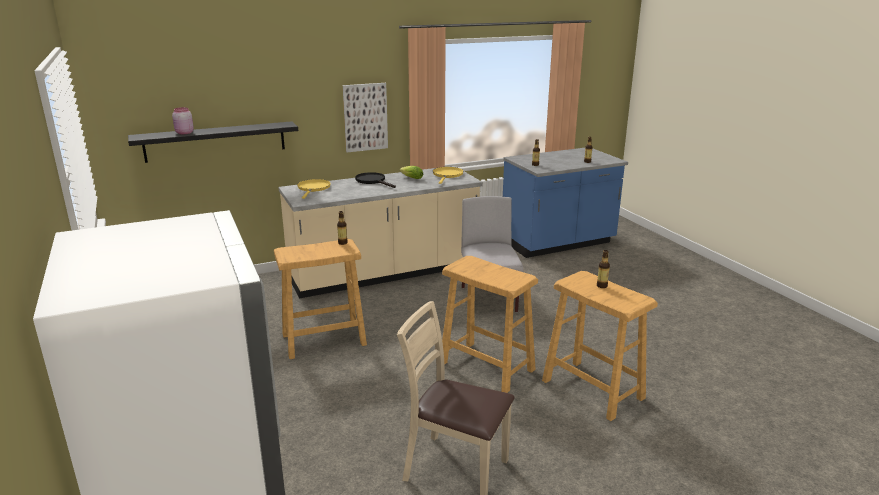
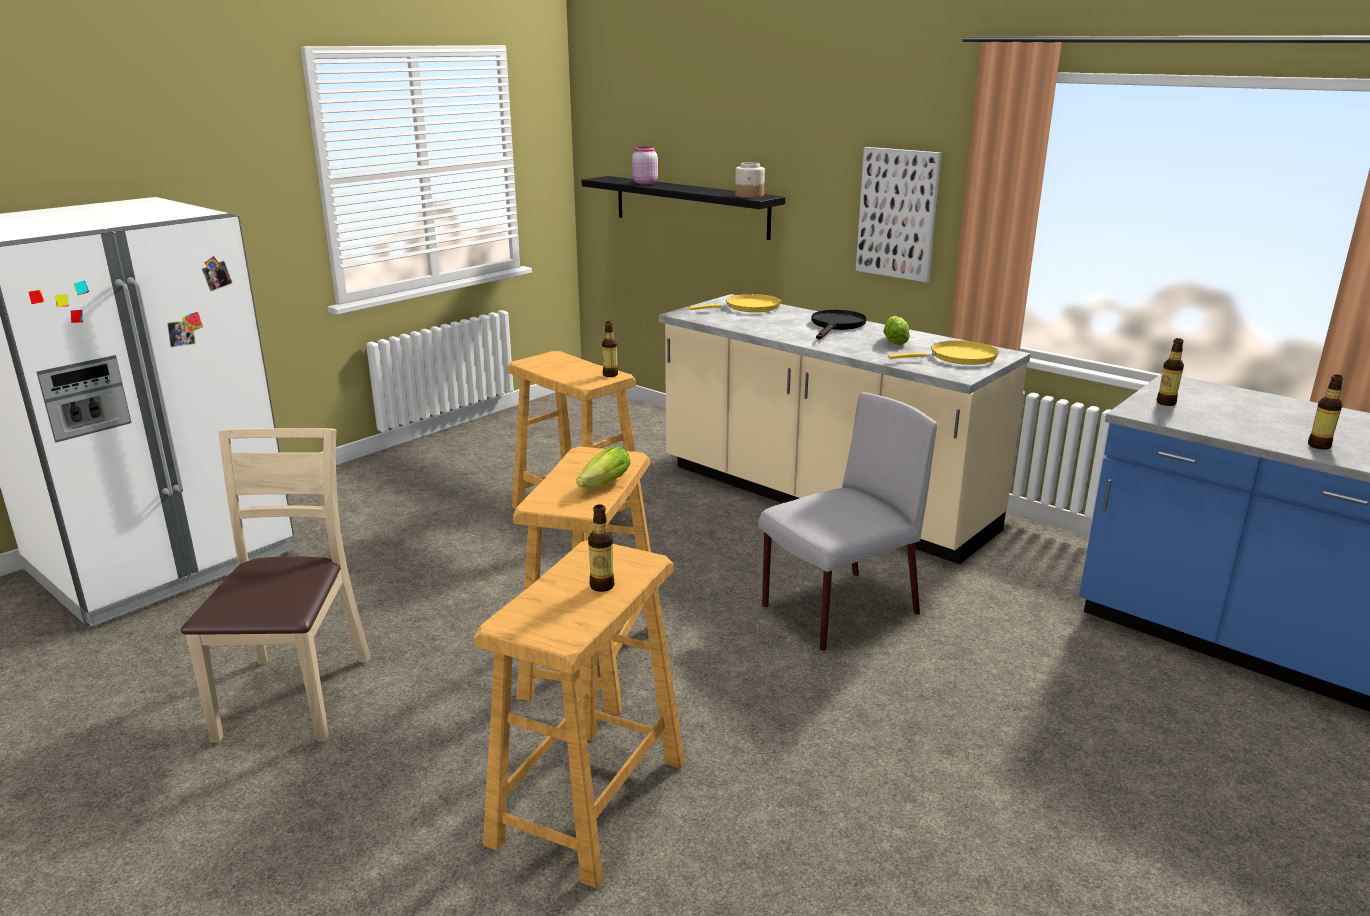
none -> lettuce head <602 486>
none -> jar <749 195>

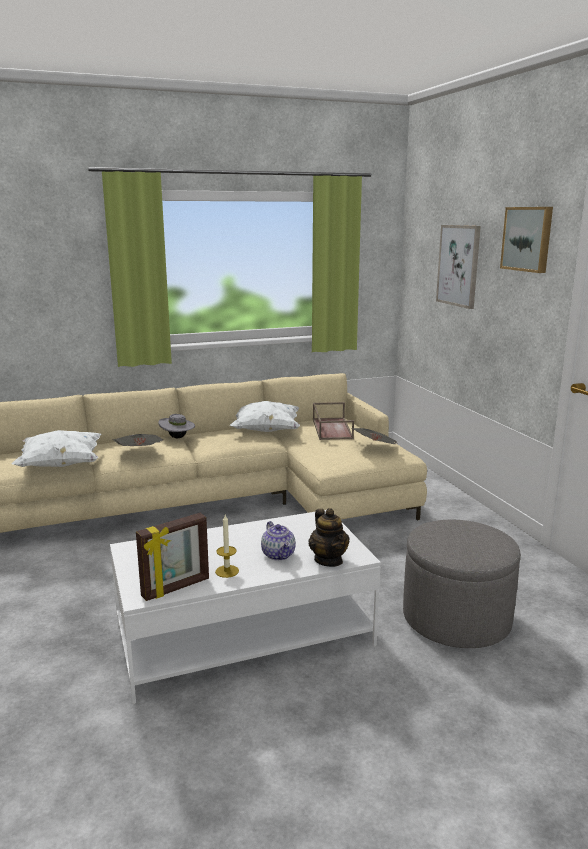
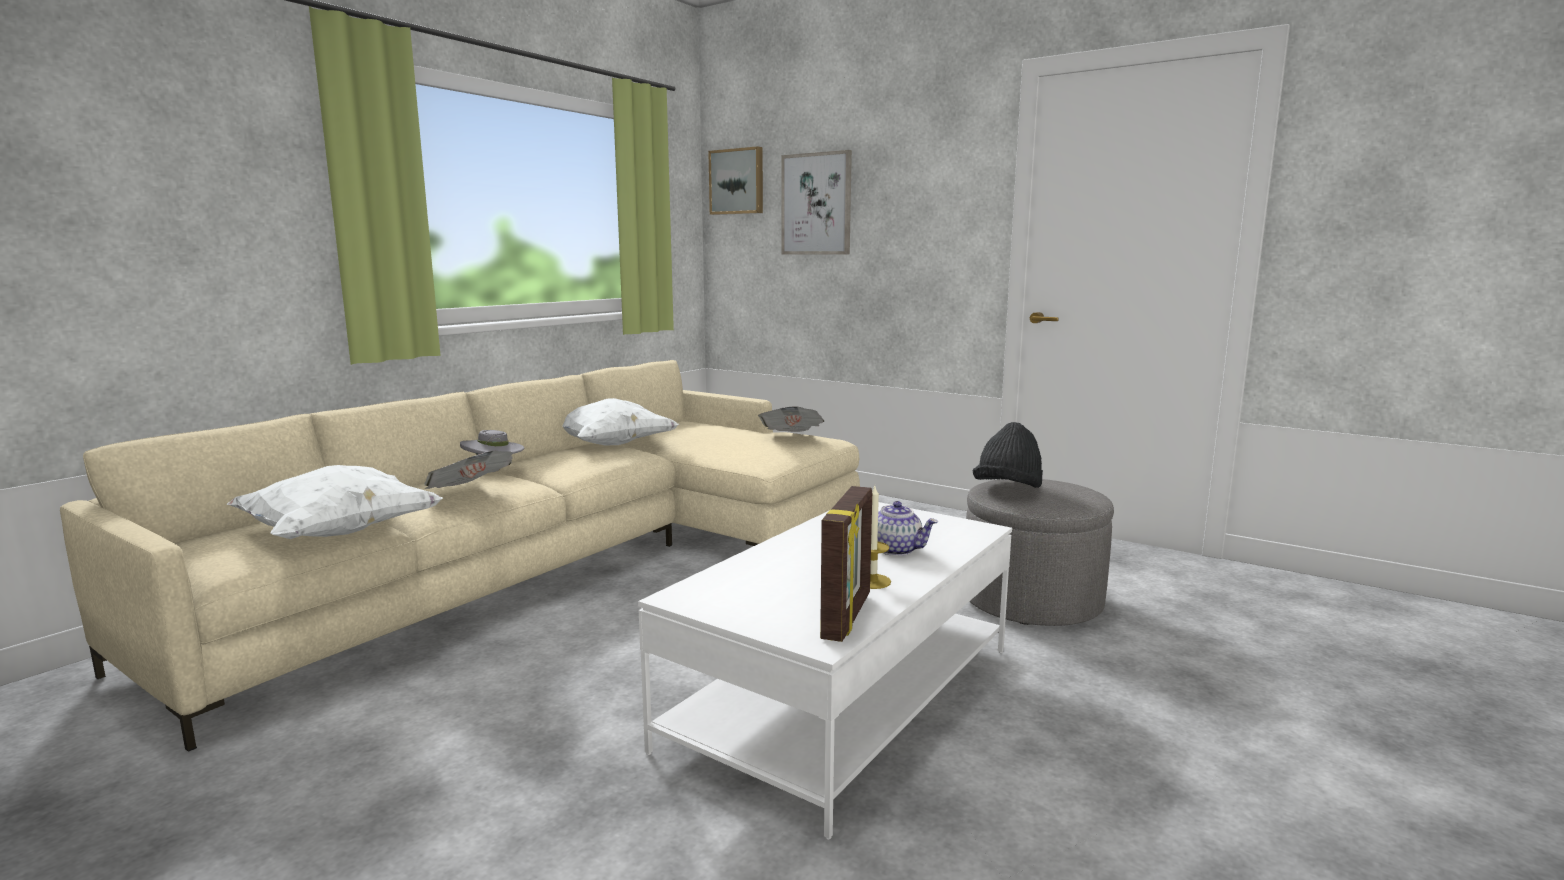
teapot <328 560> -> none
carrying tray (brown) <331 428> -> none
none -> hat (black-coloured) <1008 490>
picture <528 239> -> picture <737 182>, relocated

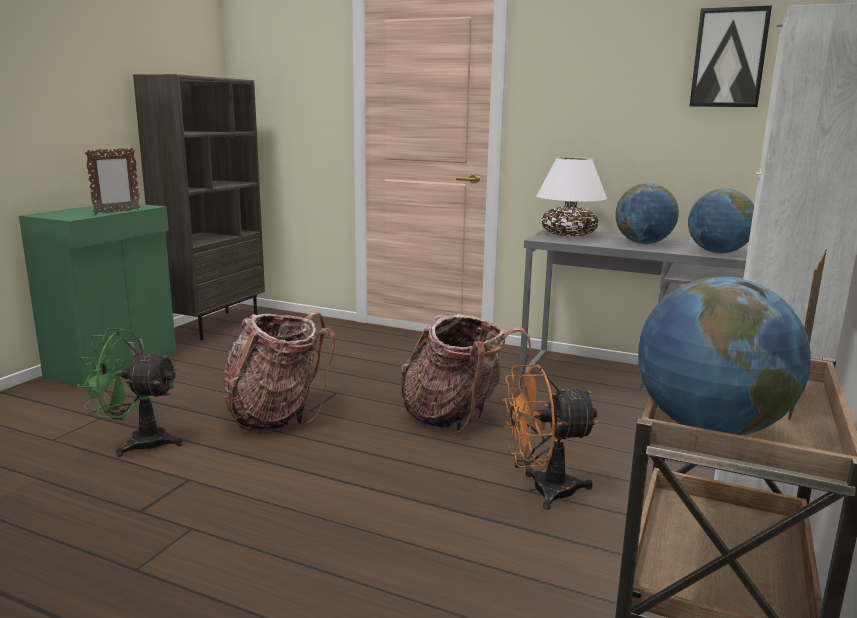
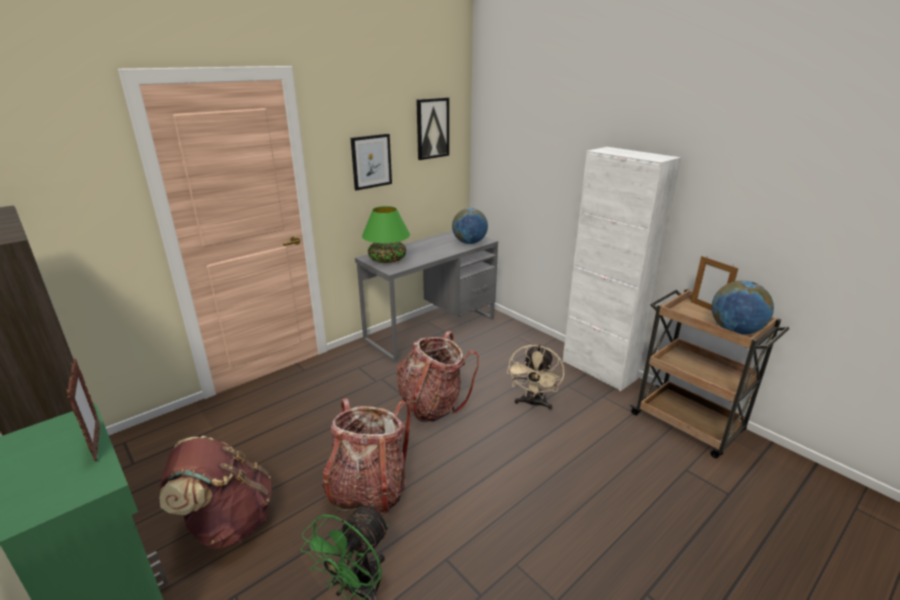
globe <643 243> -> none
none -> backpack (brown) <228 522>
none -> picture <371 161>
fan (orange) <542 490> -> fan (beige) <533 404>
table lamp (white-coloured) <568 234> -> table lamp (greenish) <387 259>

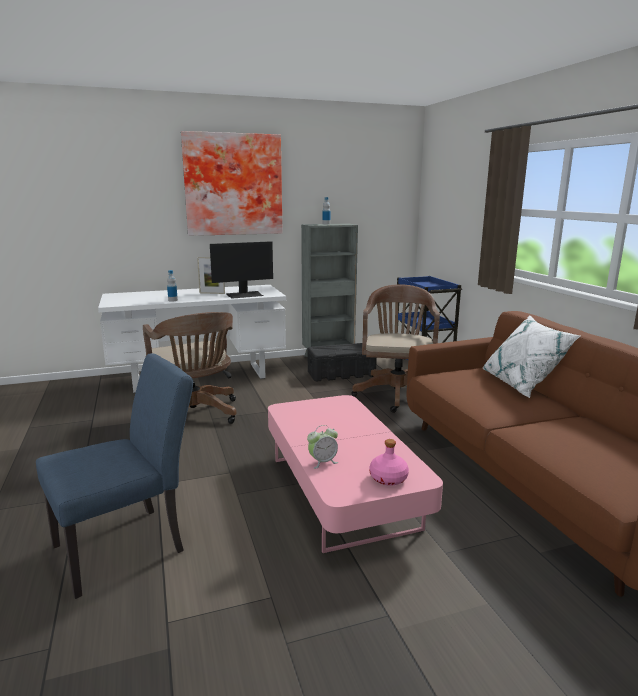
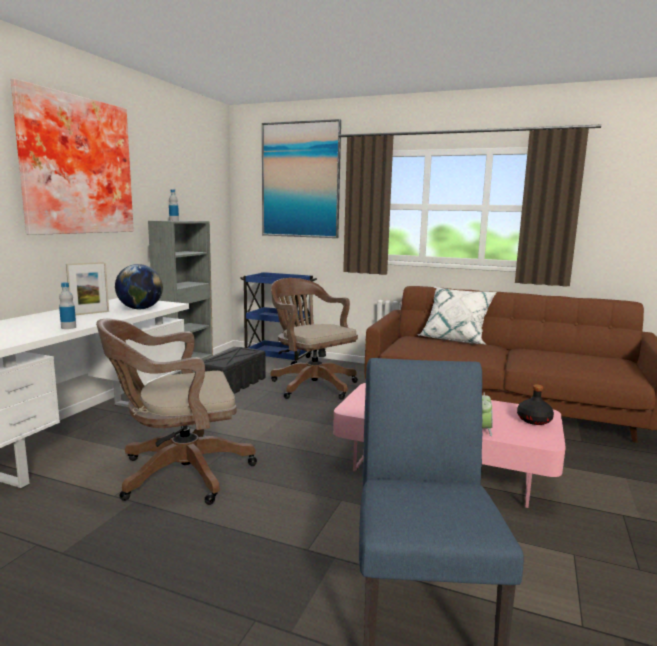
none -> picture <300 180>
computer display <245 295> -> globe <140 309>
beverage bottle (pink-coloured) <388 478> -> beverage bottle (black-coloured) <534 420>
desk chair (brown) <195 415> -> desk chair (brown) <178 474>, 150 degrees clockwise

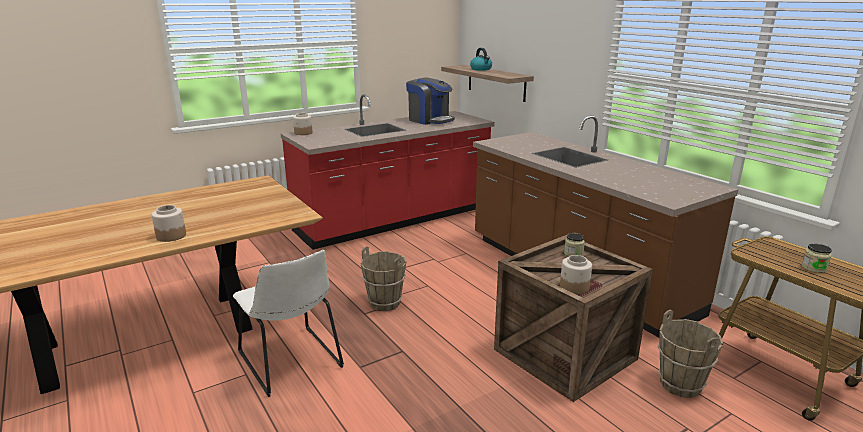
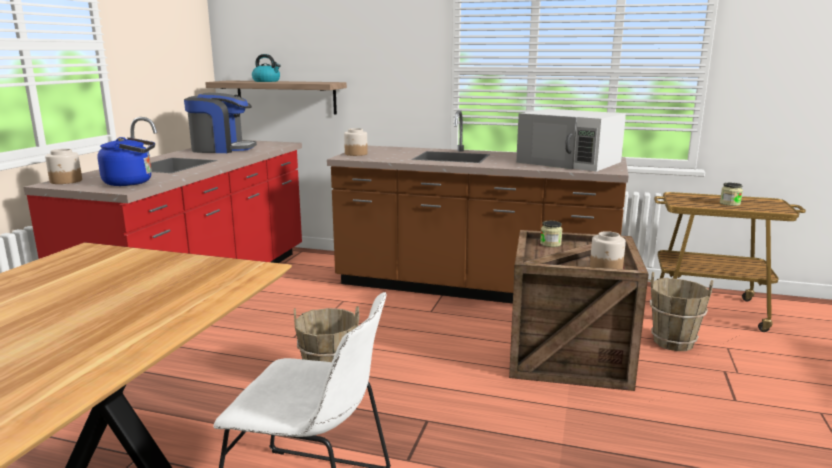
none -> tea kettle (blue) <131 183>
none -> microwave (white-coloured) <569 162>
jar <171 236> -> jar <355 154>, relocated

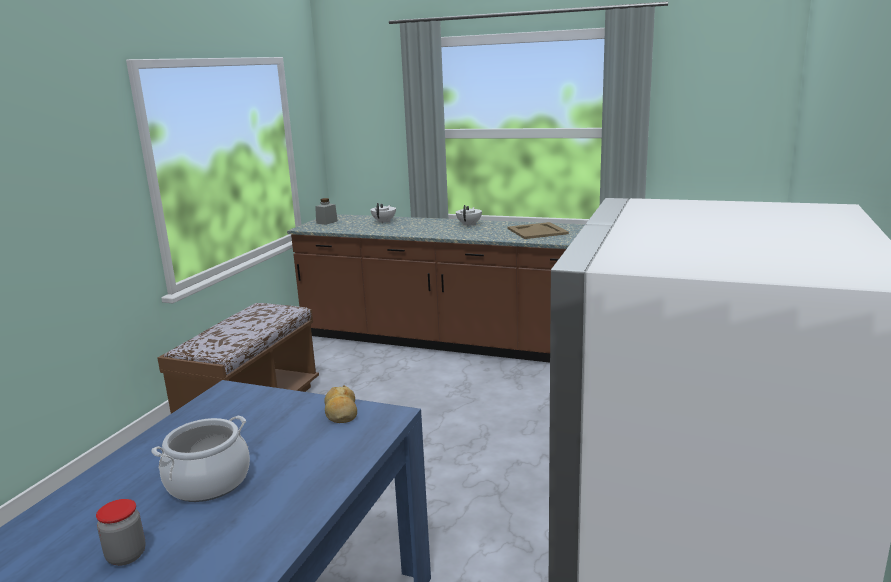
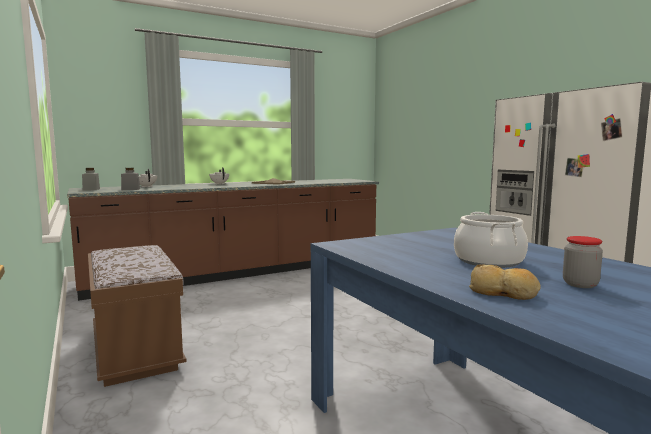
none -> jar (greyish) <130 189>
baked bread <341 412> -> baked bread <503 293>, relocated

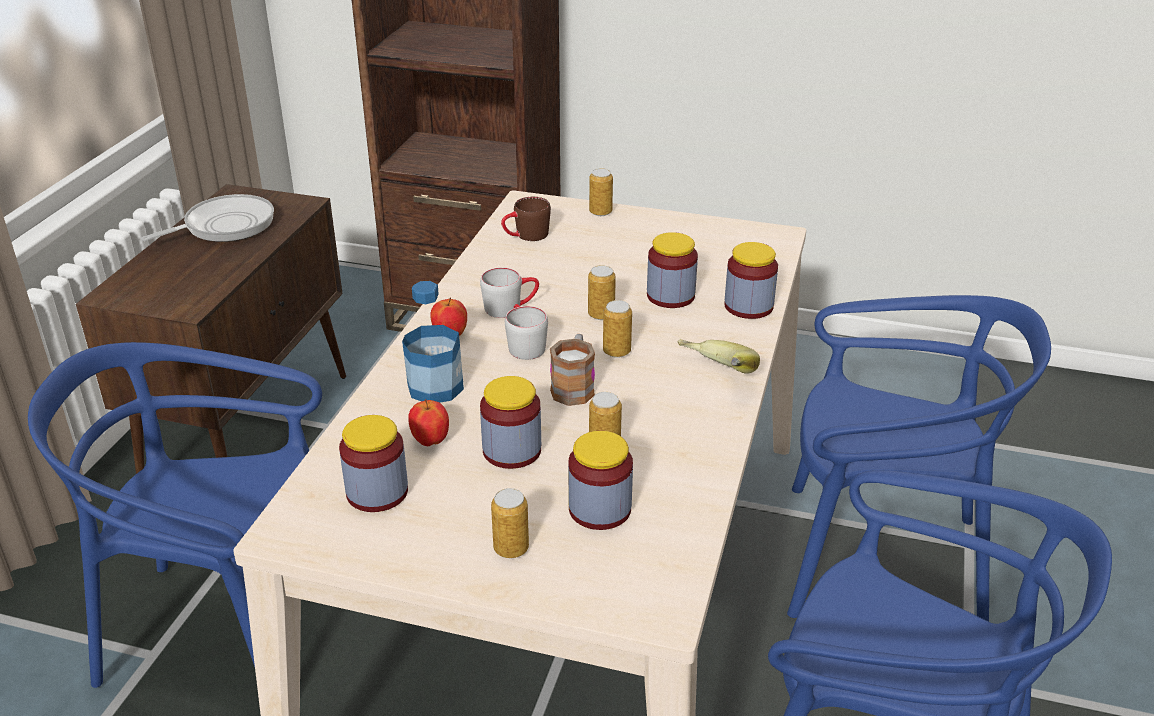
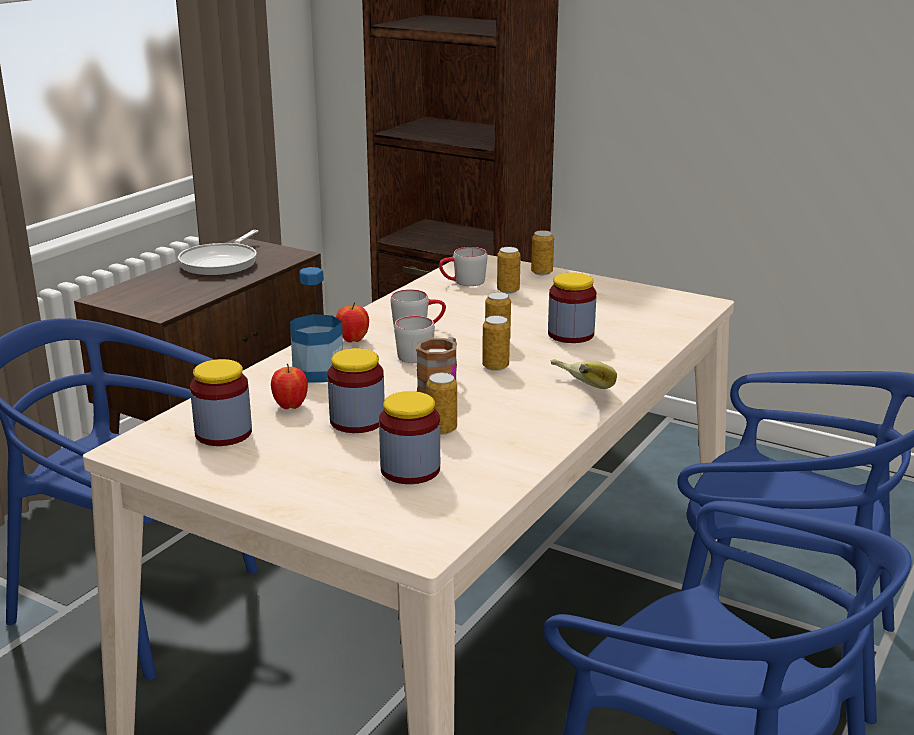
jar <748 306> -> none
can <511 548> -> can <508 290>, relocated
mug (brown) <525 236> -> mug (greyish) <463 282>
skillet <224 226> -> skillet <221 263>, 135 degrees clockwise

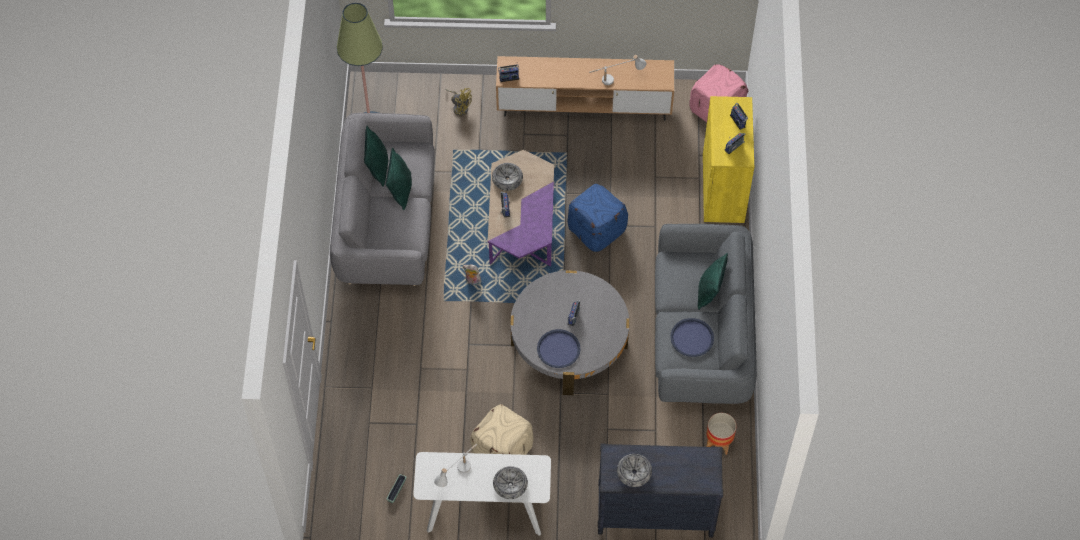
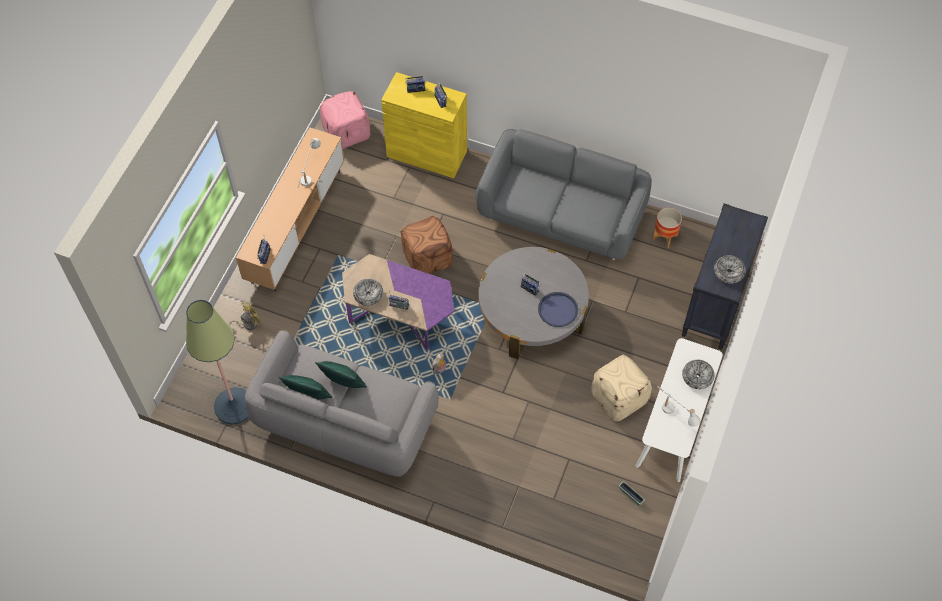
carrying tray (blue) <692 338> -> none
cushion (greenish) <709 291> -> none
pouffe (blue) <596 229> -> pouffe (brown) <426 257>

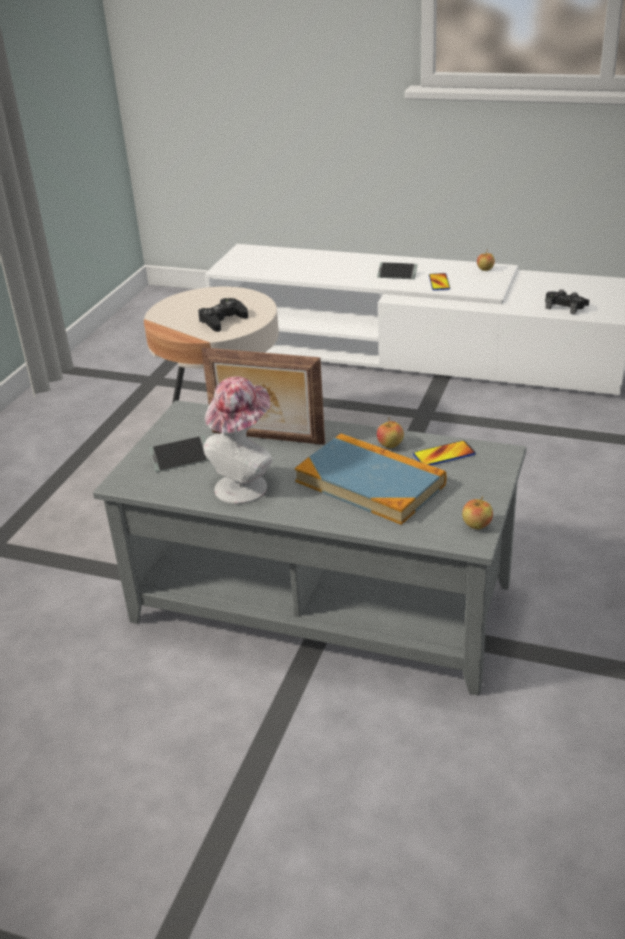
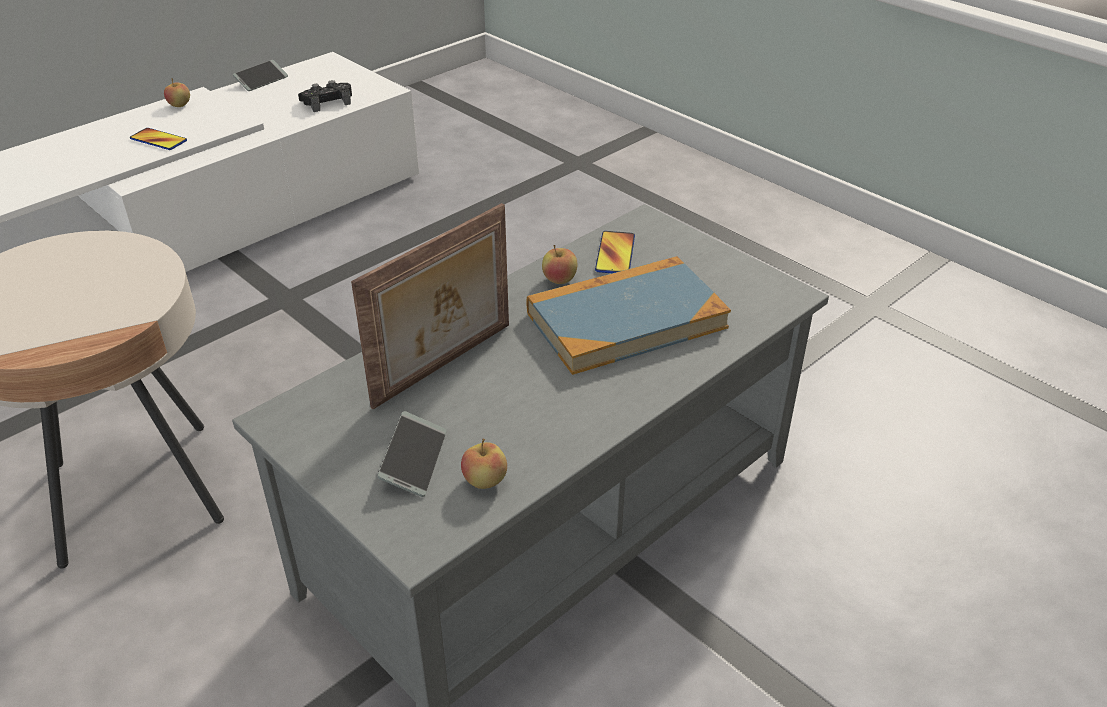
game controller (black-coloured) <222 320> -> none
hat <245 484> -> none
telephone <397 275> -> telephone <261 81>, relocated
apple fruit <476 525> -> apple fruit <484 481>, relocated

